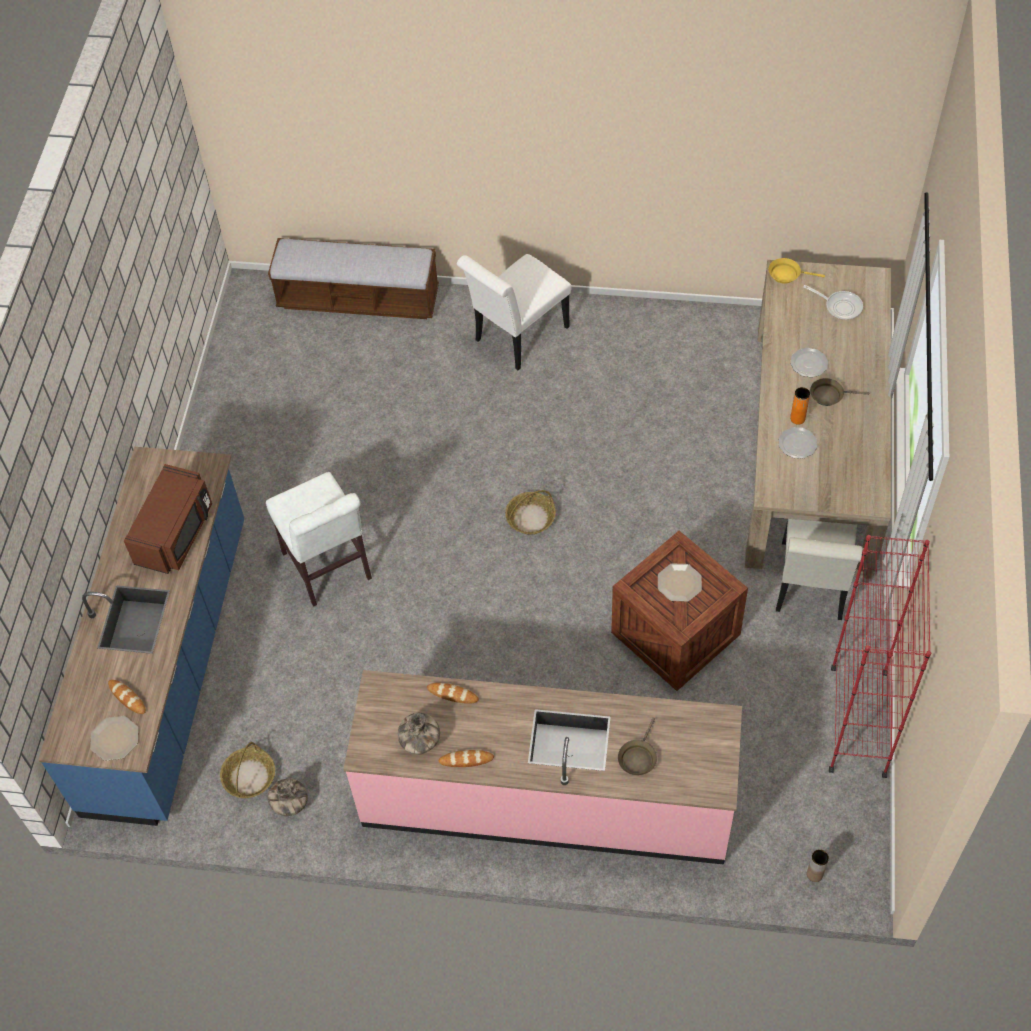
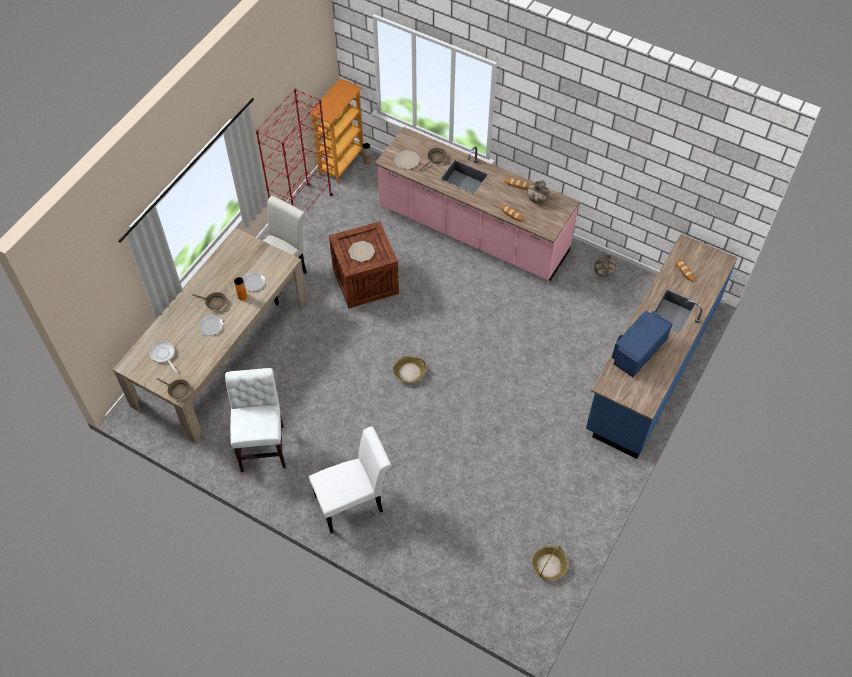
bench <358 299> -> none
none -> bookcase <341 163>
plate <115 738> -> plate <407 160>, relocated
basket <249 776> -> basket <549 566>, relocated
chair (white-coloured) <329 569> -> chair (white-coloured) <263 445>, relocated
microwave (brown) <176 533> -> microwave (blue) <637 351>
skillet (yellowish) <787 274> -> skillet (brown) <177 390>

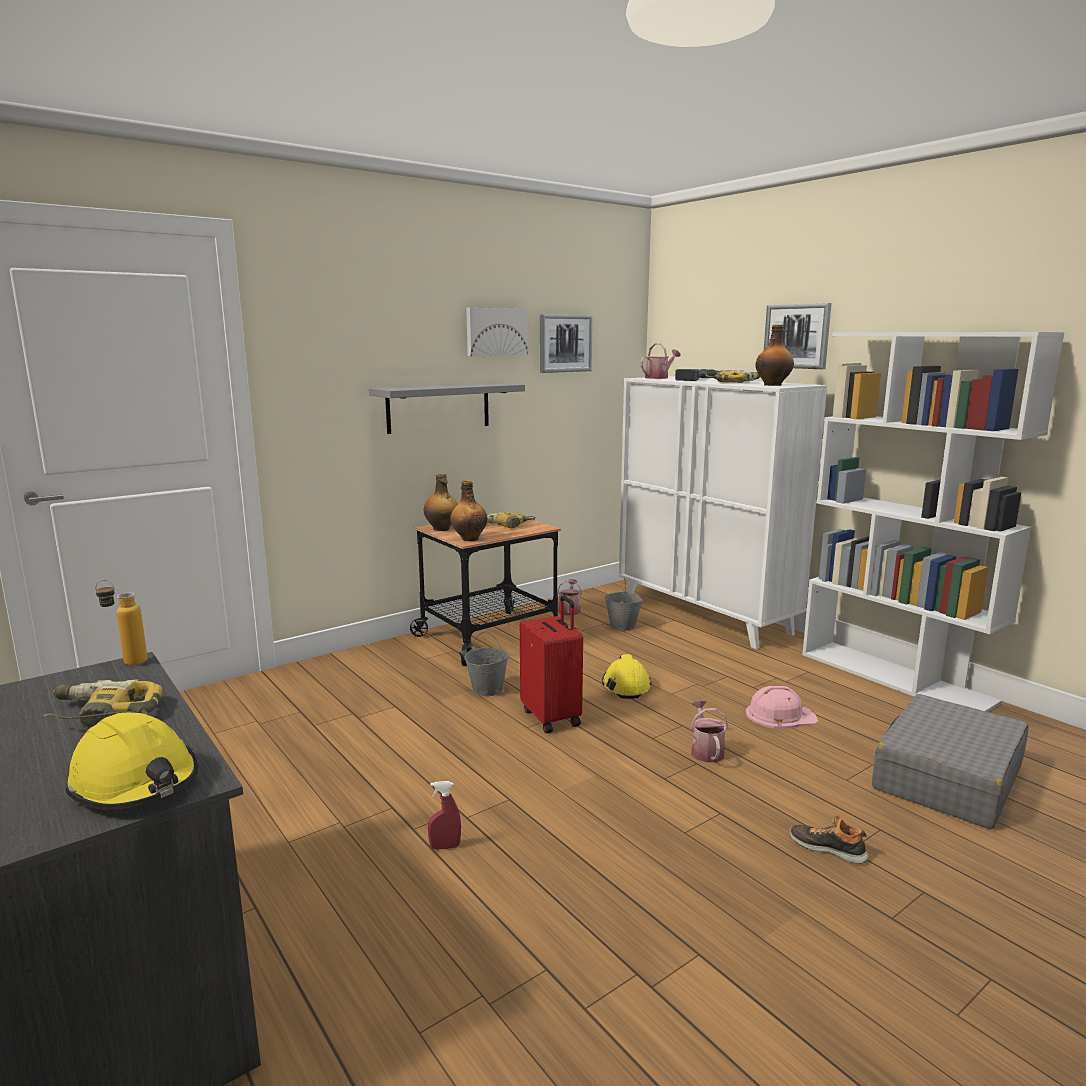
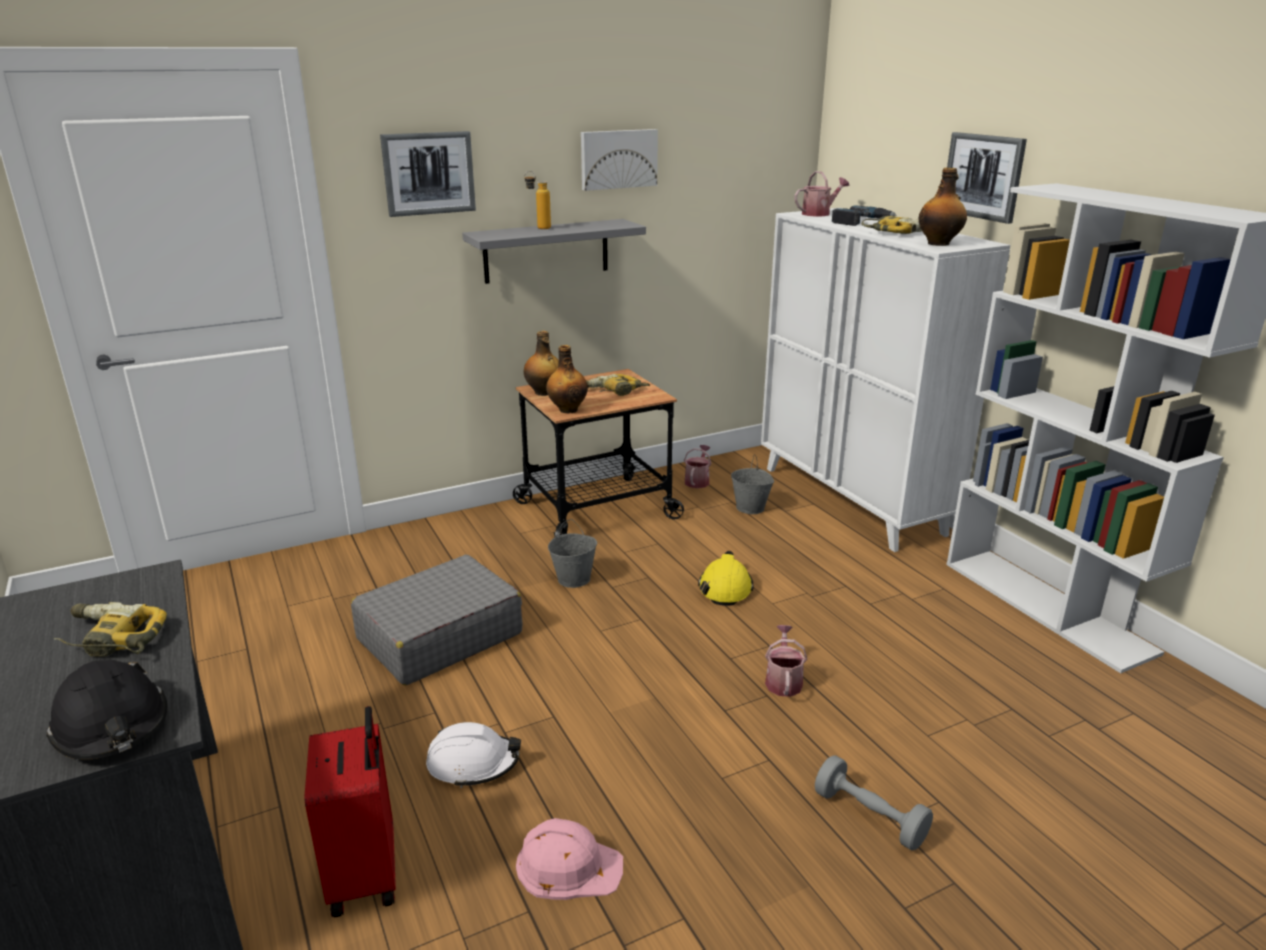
beverage bottle <126 662> -> beverage bottle <538 228>, relocated
travel case (reddish) <552 717> -> travel case (reddish) <366 875>, relocated
picture <565 343> -> picture <428 173>, relocated
work helmet (pink-coloured) <780 715> -> work helmet (pink-coloured) <568 866>, relocated
travel case (greyish) <946 778> -> travel case (greyish) <439 636>, relocated
spray bottle (reddish) <445 847> -> work helmet (white-coloured) <473 764>
shoe <827 848> -> dumbbell (greyish) <869 817>
work helmet (yellowish) <136 783> -> work helmet (black-coloured) <112 726>

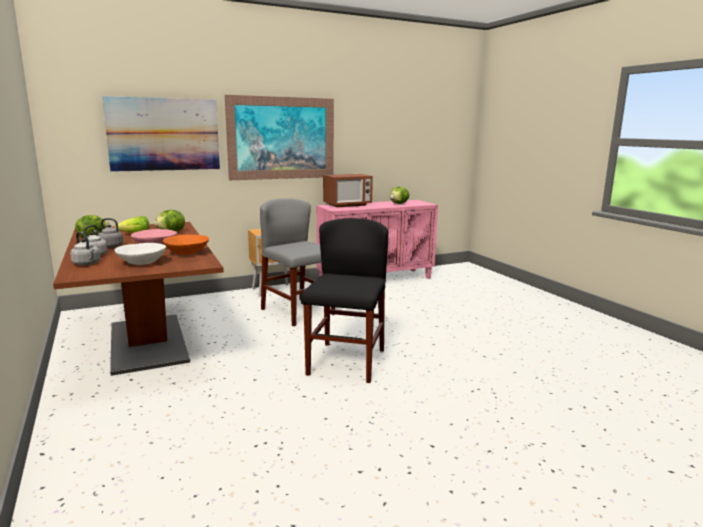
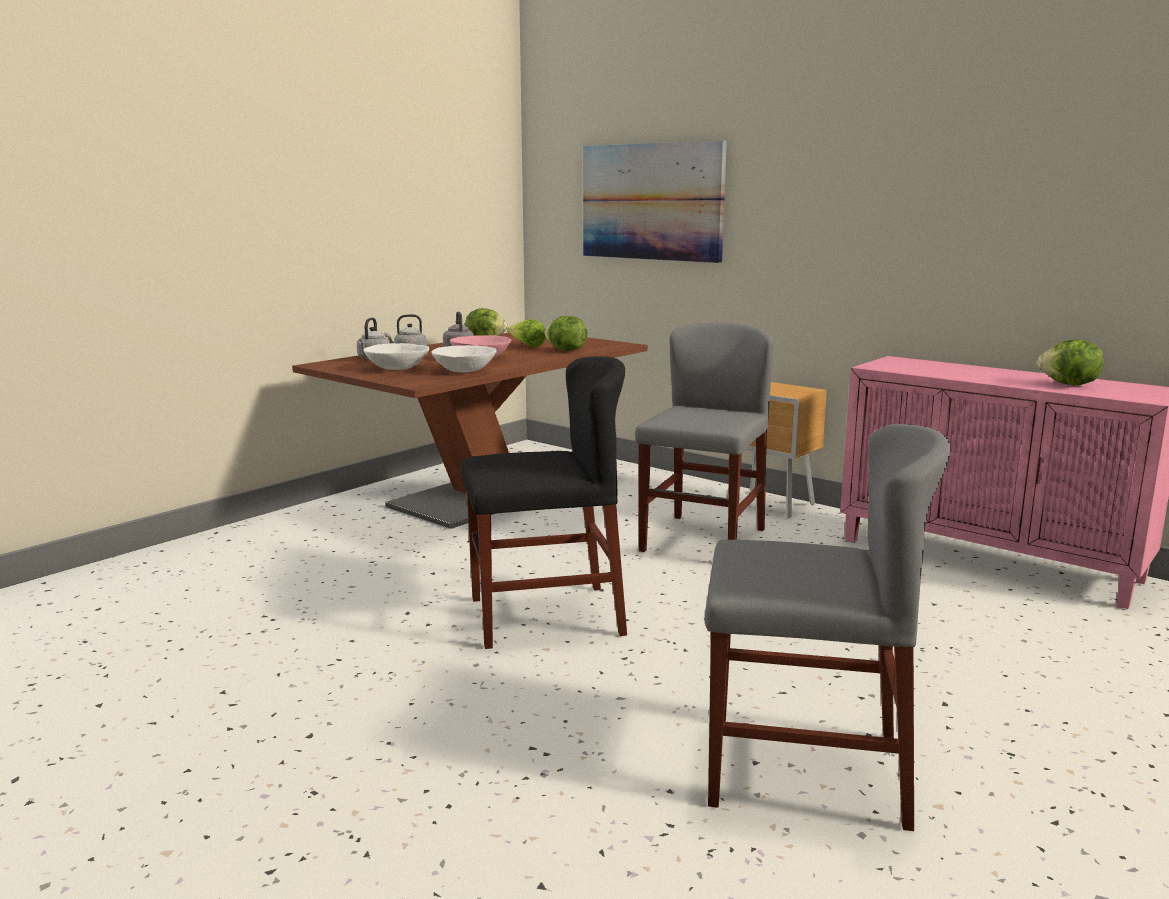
picture <282 138> -> none
microwave <347 205> -> none
none -> chair (greyish) <804 769>
serving bowl (orange) <187 253> -> serving bowl (white-coloured) <464 371>

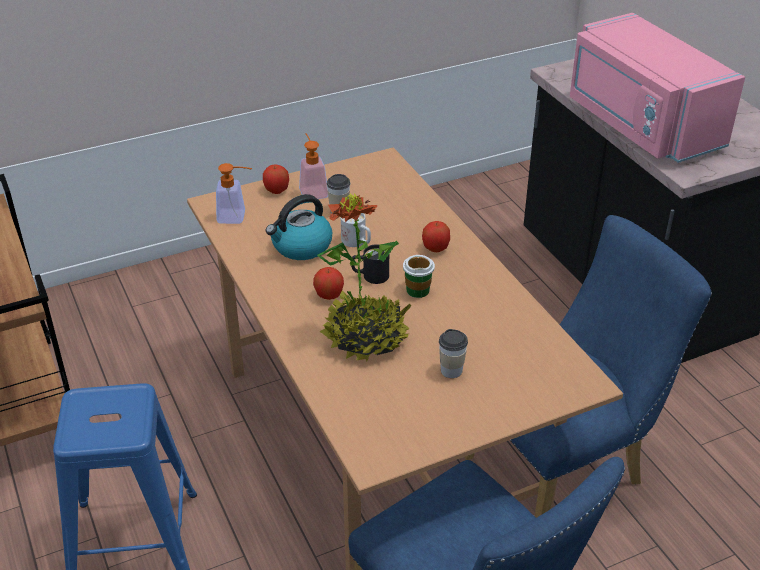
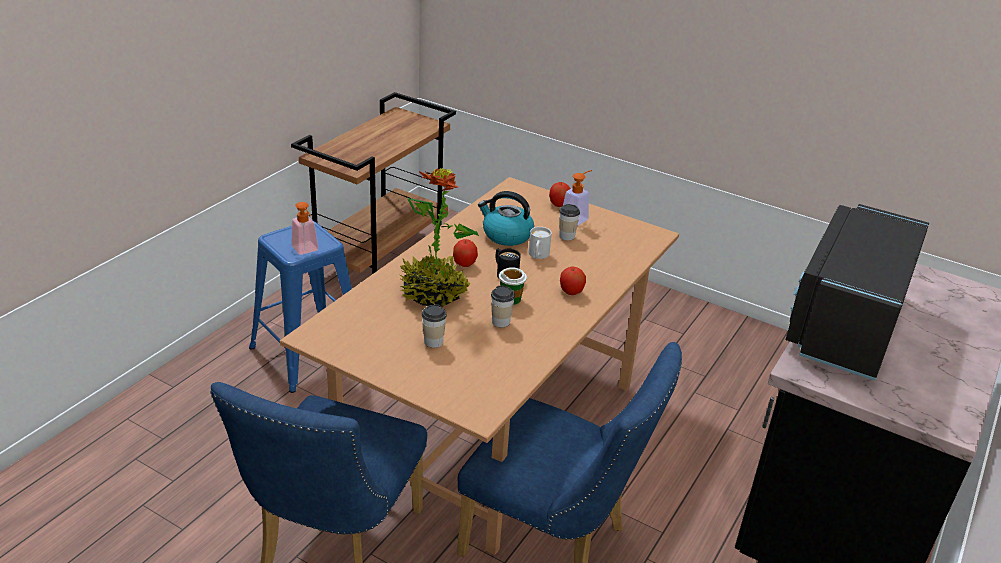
none -> small cup <501 322>
liquid soap bottle <237 217> -> liquid soap bottle <307 251>, relocated
microwave (pink-coloured) <640 125> -> microwave (black-coloured) <843 323>

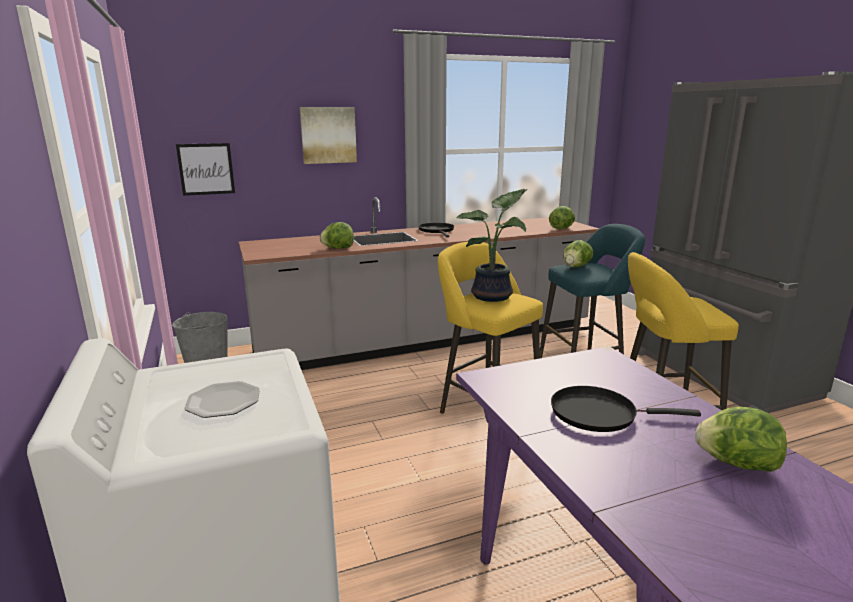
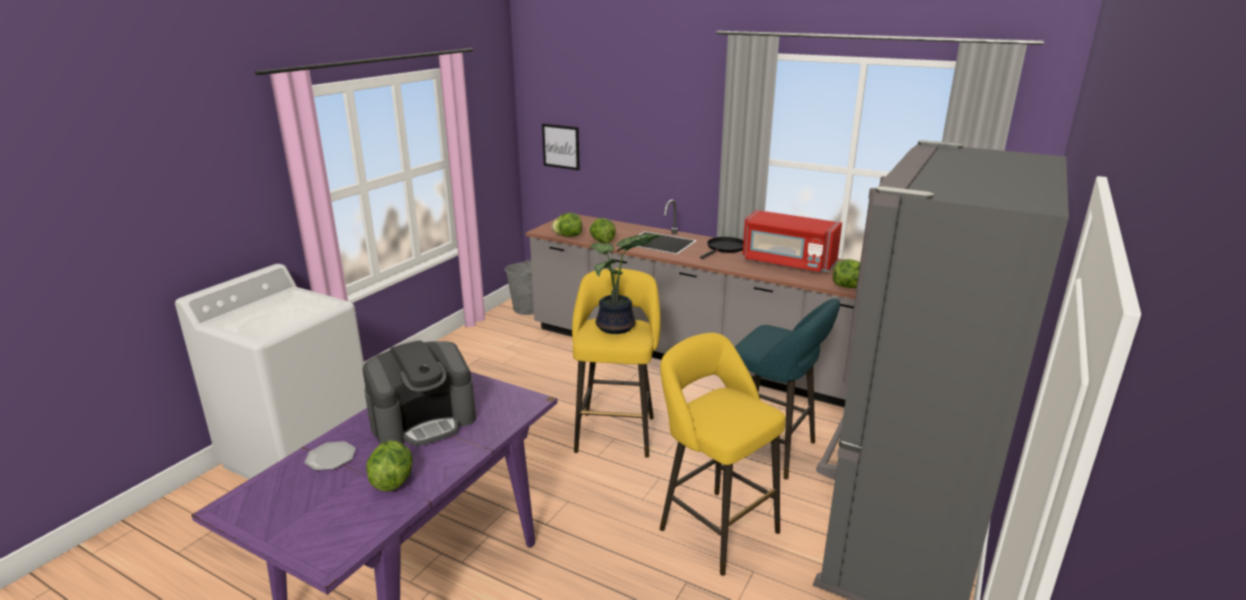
picture <328 135> -> none
none -> microwave (reddish) <788 263>
plate <224 402> -> plate <330 458>, relocated
lettuce head <576 267> -> lettuce head <568 236>, relocated
skillet (black-coloured) <599 414> -> coffee maker <424 421>

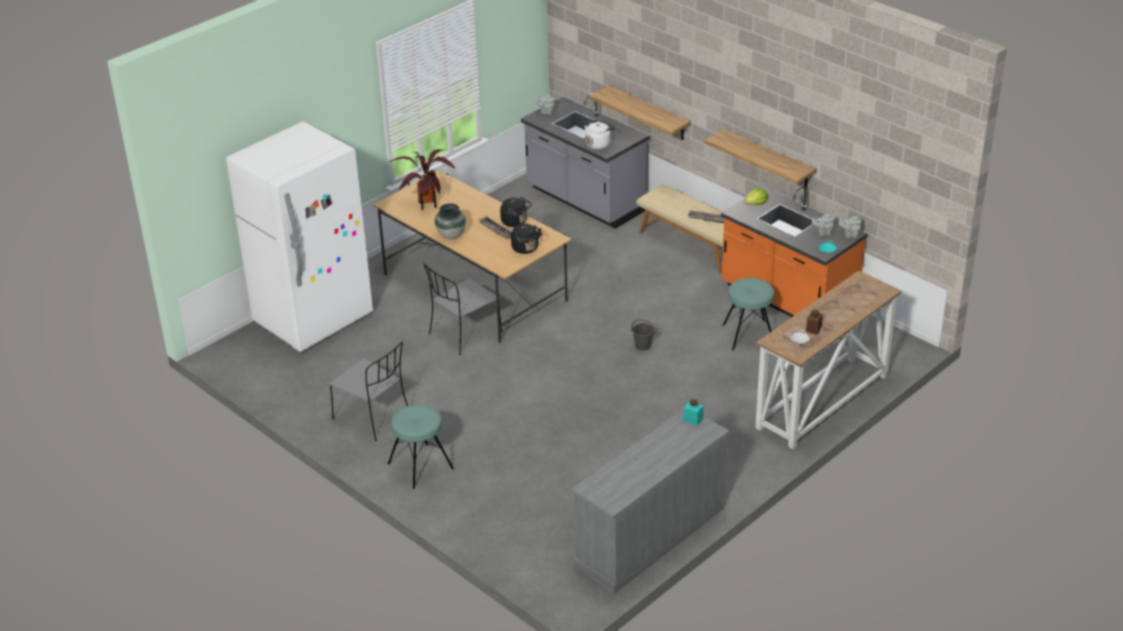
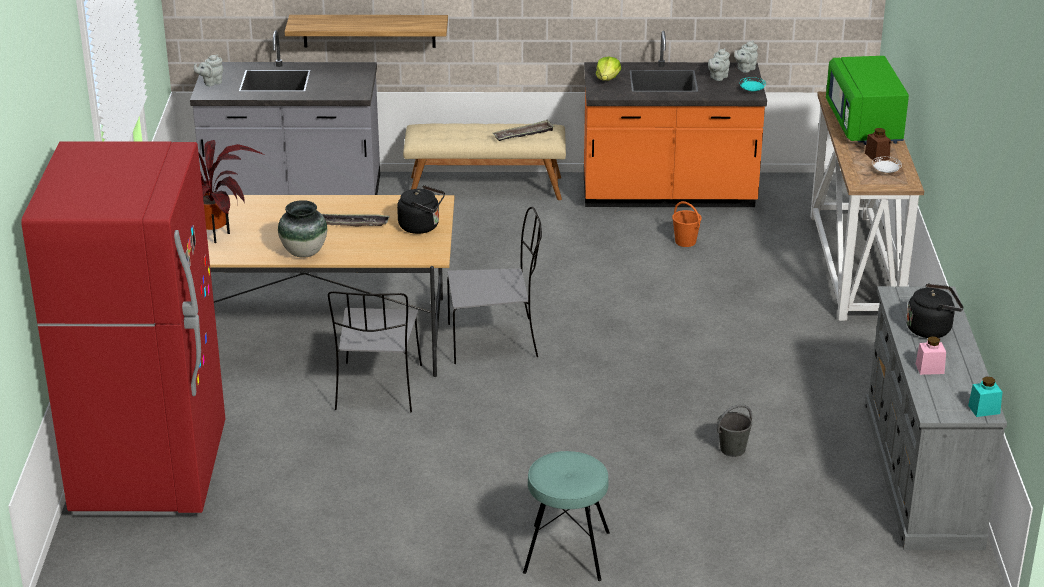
tea kettle (white-coloured) <599 144> -> none
wall shelf <768 159> -> none
none -> microwave (greenish) <864 125>
none -> jar (pink-coloured) <929 368>
chair (greyish) <373 417> -> chair (greyish) <495 340>, relocated
tea kettle (black-coloured) <516 222> -> tea kettle (black-coloured) <931 329>, relocated
pail (greyish) <643 346> -> pail (greyish) <733 449>, relocated
jar (turquoise-coloured) <693 419> -> jar (turquoise-coloured) <984 409>, relocated
stool seat (turquoise-coloured) <748 335> -> pail (orange) <685 242>
kitchen fridge (white-coloured) <314 320> -> kitchen fridge (reddish) <150 471>

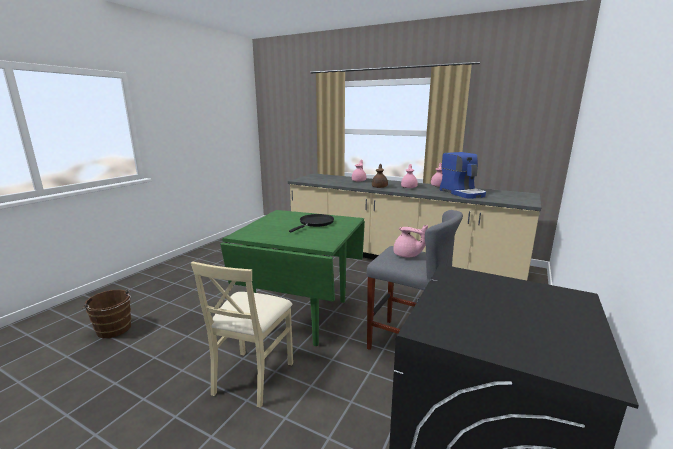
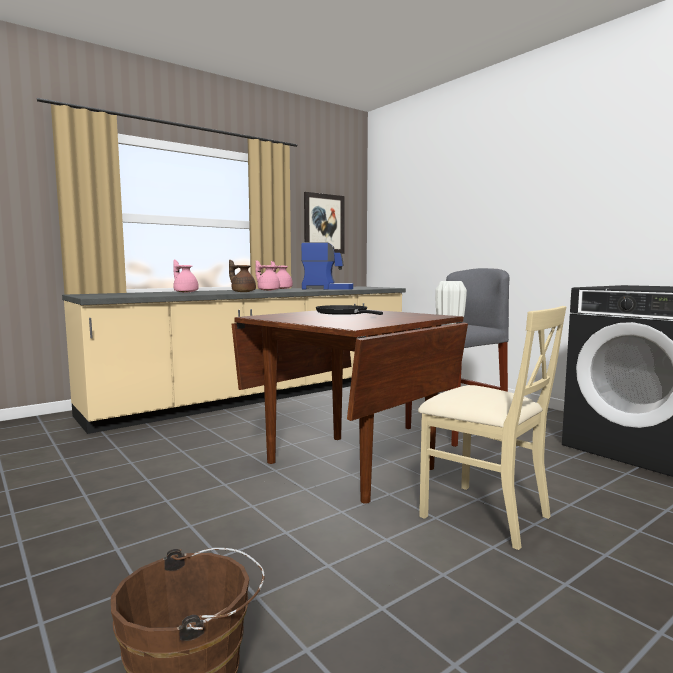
none -> picture <324 224>
teapot (pink-coloured) <407 255> -> decorative vase (white-coloured) <450 323>
kitchen table (greenish) <302 315> -> kitchen table (brown) <350 464>

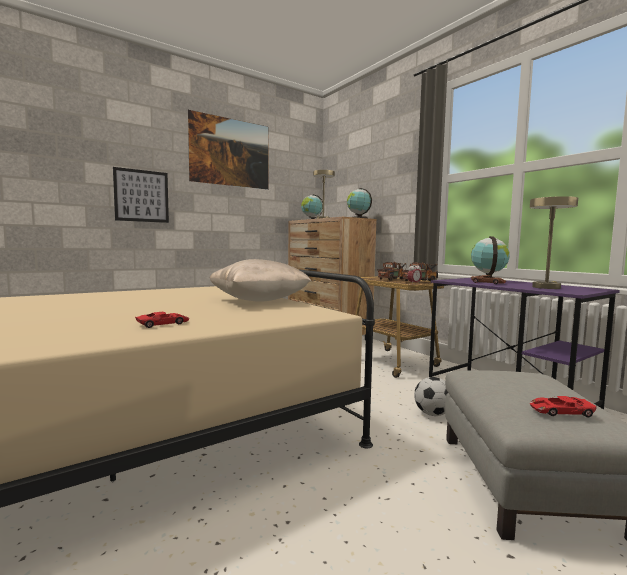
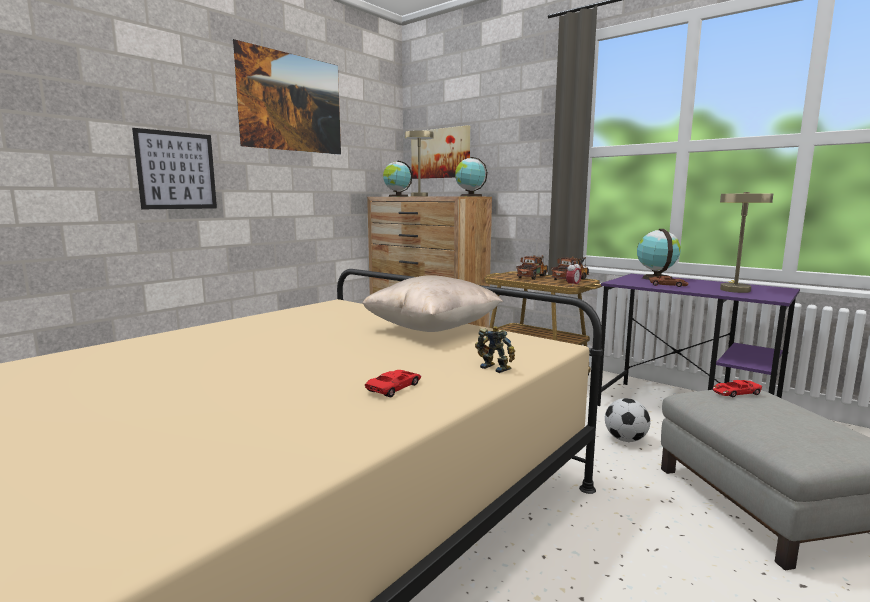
none -> picture <440 153>
none -> model robot <496 367>
miniature car (reddish) <560 411> -> miniature car (reddish) <735 393>, relocated

